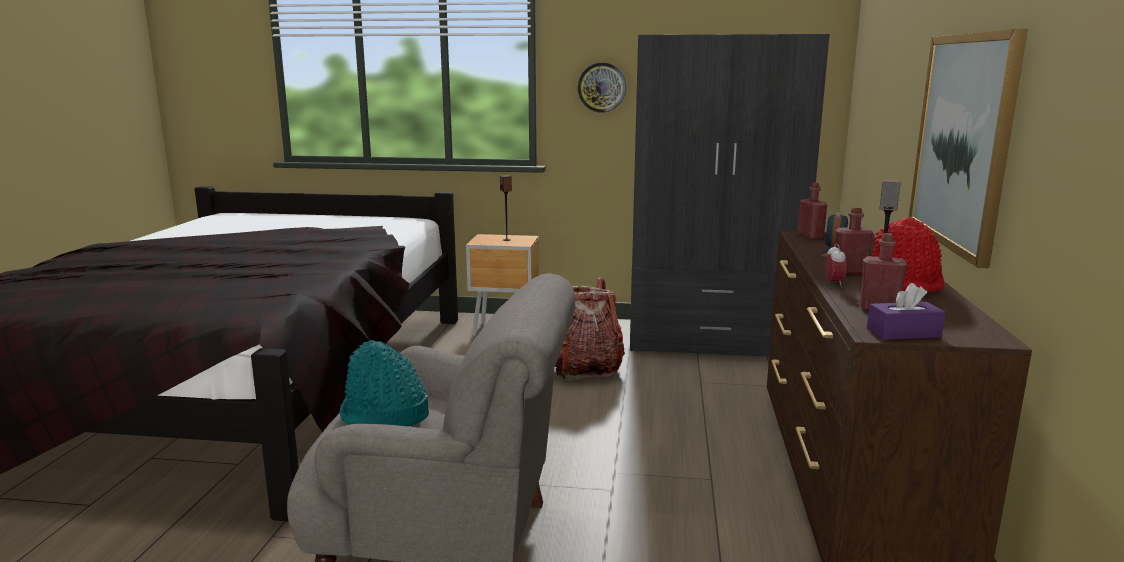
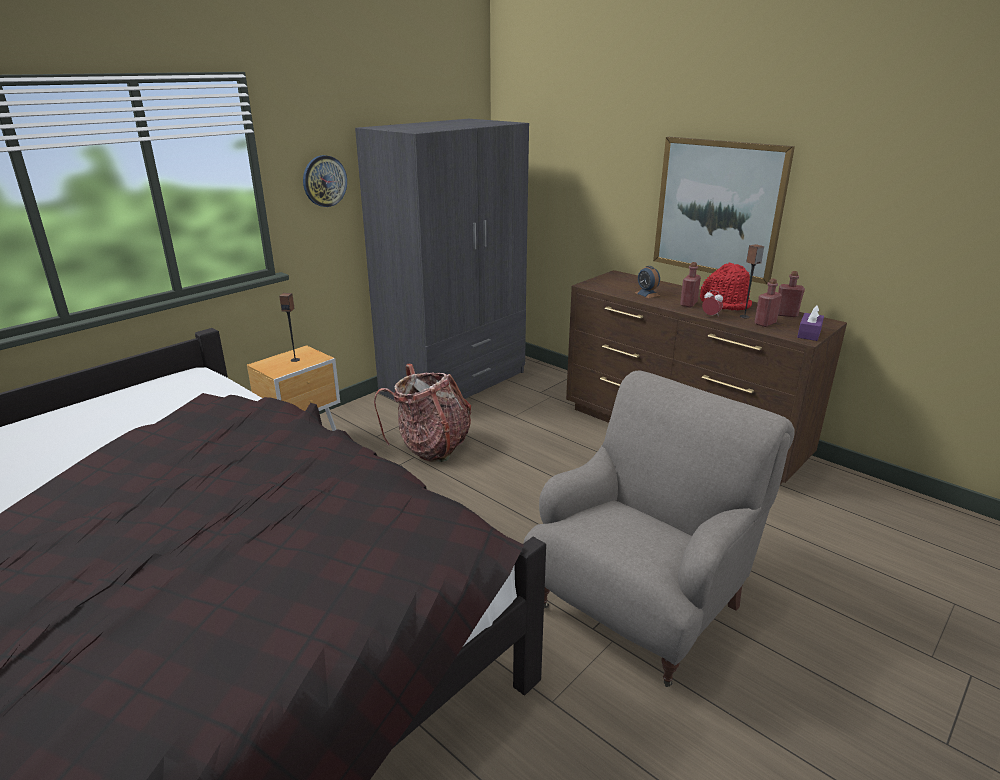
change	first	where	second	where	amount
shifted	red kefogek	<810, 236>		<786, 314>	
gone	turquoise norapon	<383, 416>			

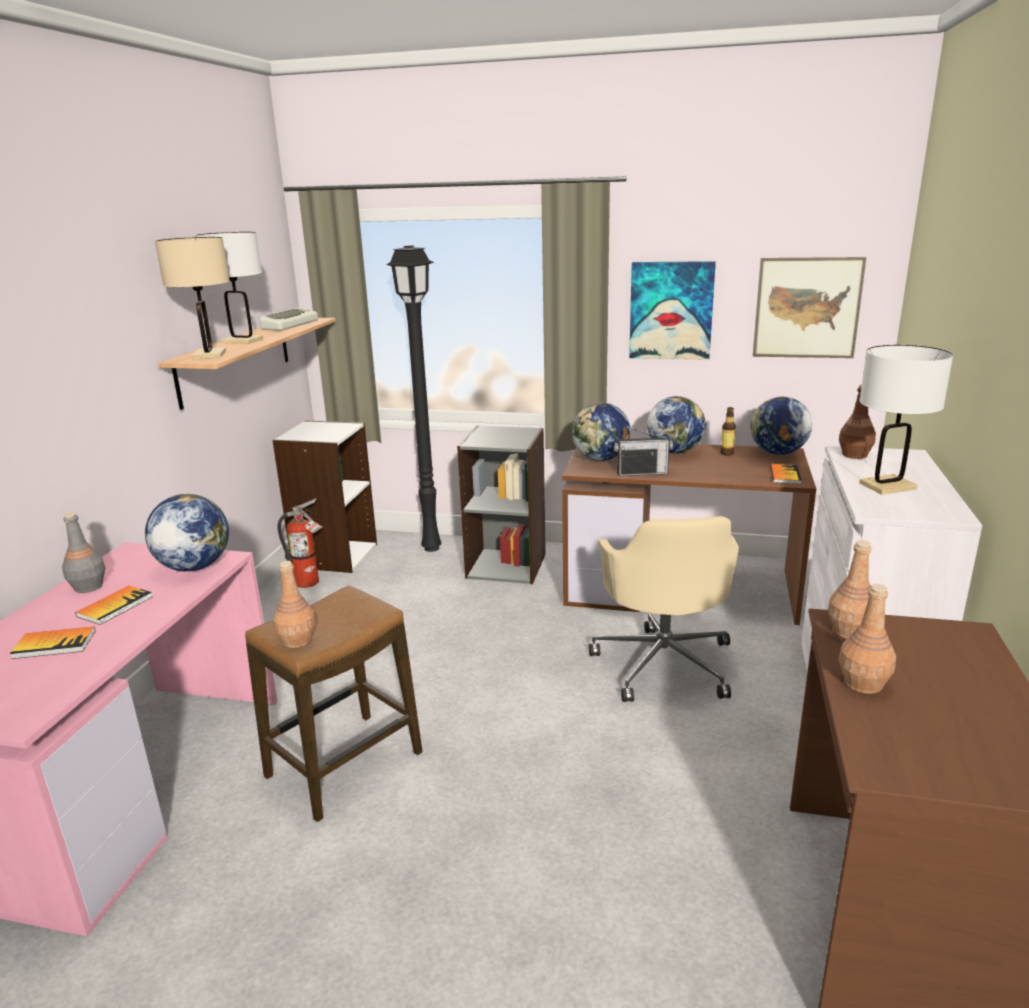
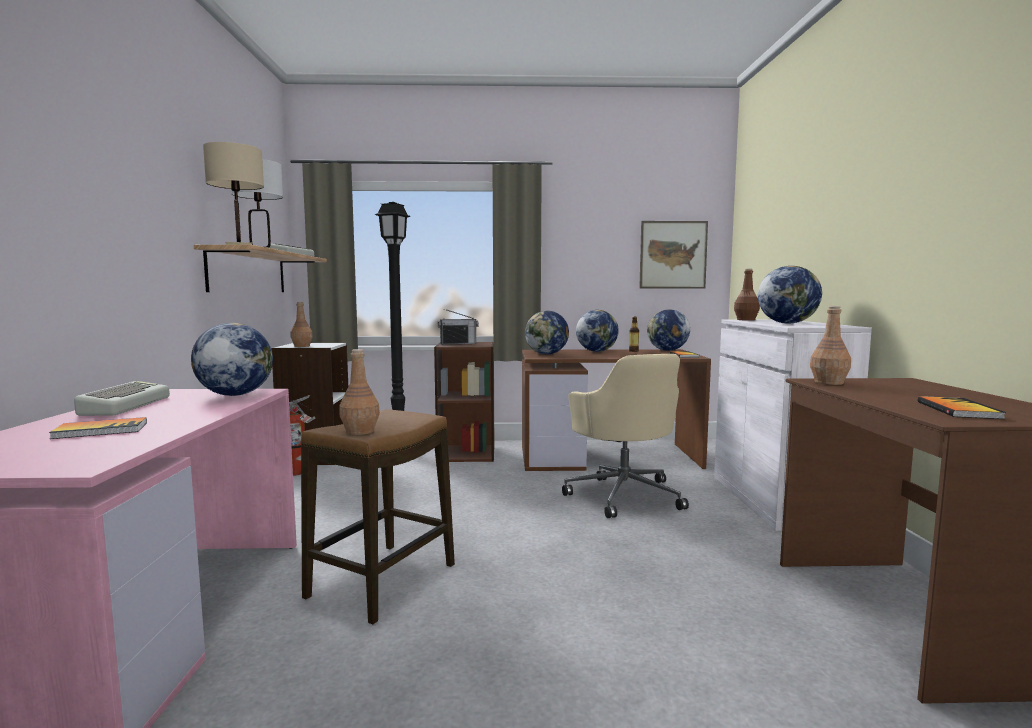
change	first	where	second	where	amount
gone	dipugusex	<671, 310>			
swapped	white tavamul	<887, 486>	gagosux	<787, 323>	
repainted	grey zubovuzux	<506, 565>	brown zubovuzux	<467, 453>	
shifted	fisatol	<642, 473>		<458, 344>	
swapped	grey kefogek	<88, 586>	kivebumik	<124, 406>	
shifted	brown kefogek	<862, 683>		<302, 346>	
shifted	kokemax	<115, 606>		<958, 410>	

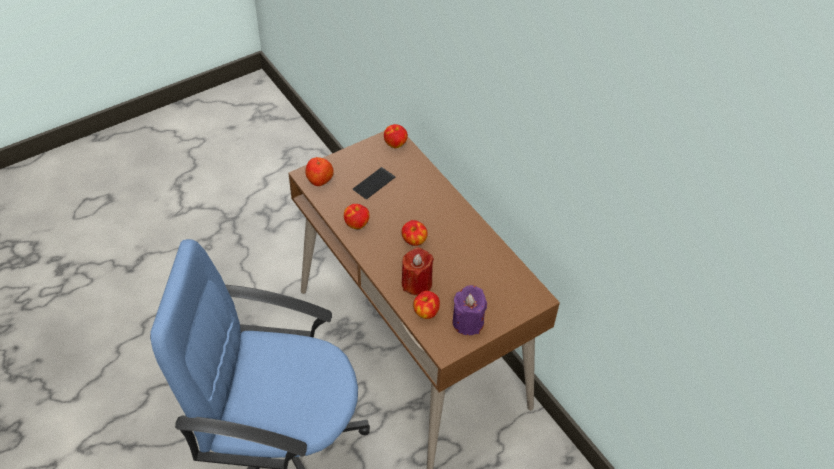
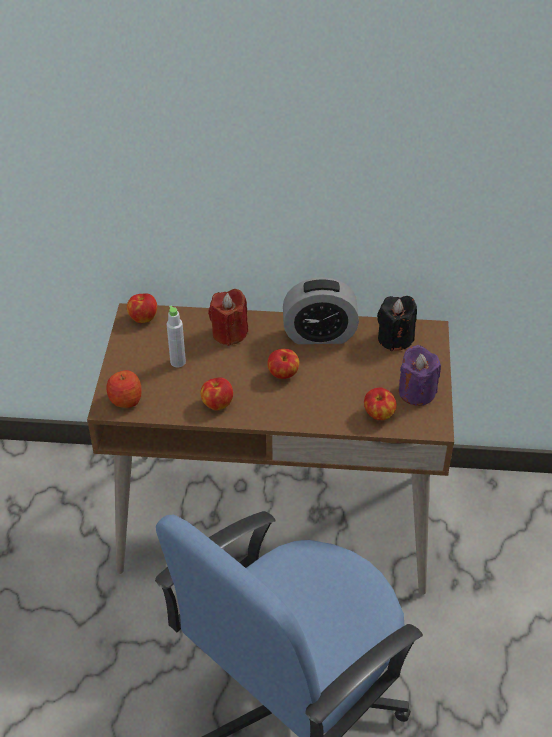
change	first	where	second	where	amount
swapped	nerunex	<374, 183>	grey kefogek	<178, 362>	
shifted	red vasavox	<416, 283>		<229, 333>	
new			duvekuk	<319, 335>	
new			black vasavox	<395, 339>	

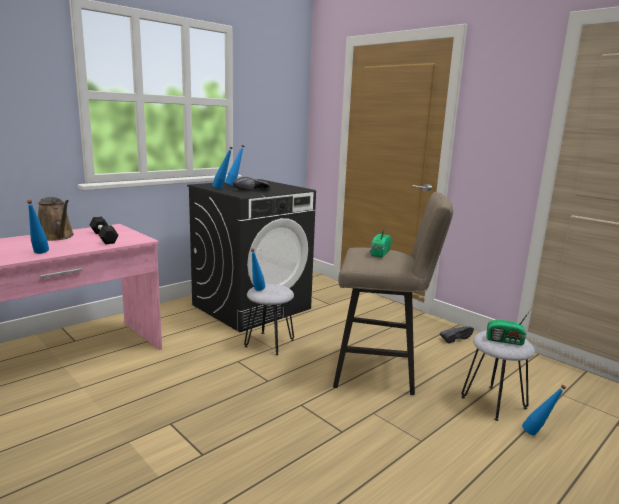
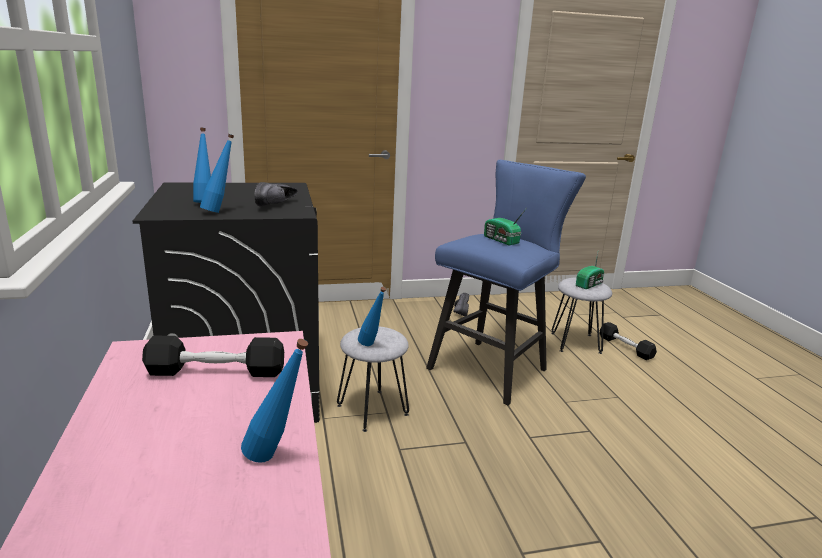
change	first	where	second	where	amount
repainted	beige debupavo	<382, 371>	blue debupavo	<493, 367>	
gone	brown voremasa	<56, 237>			
swapped	blue kefogek	<538, 434>	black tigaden	<625, 347>	

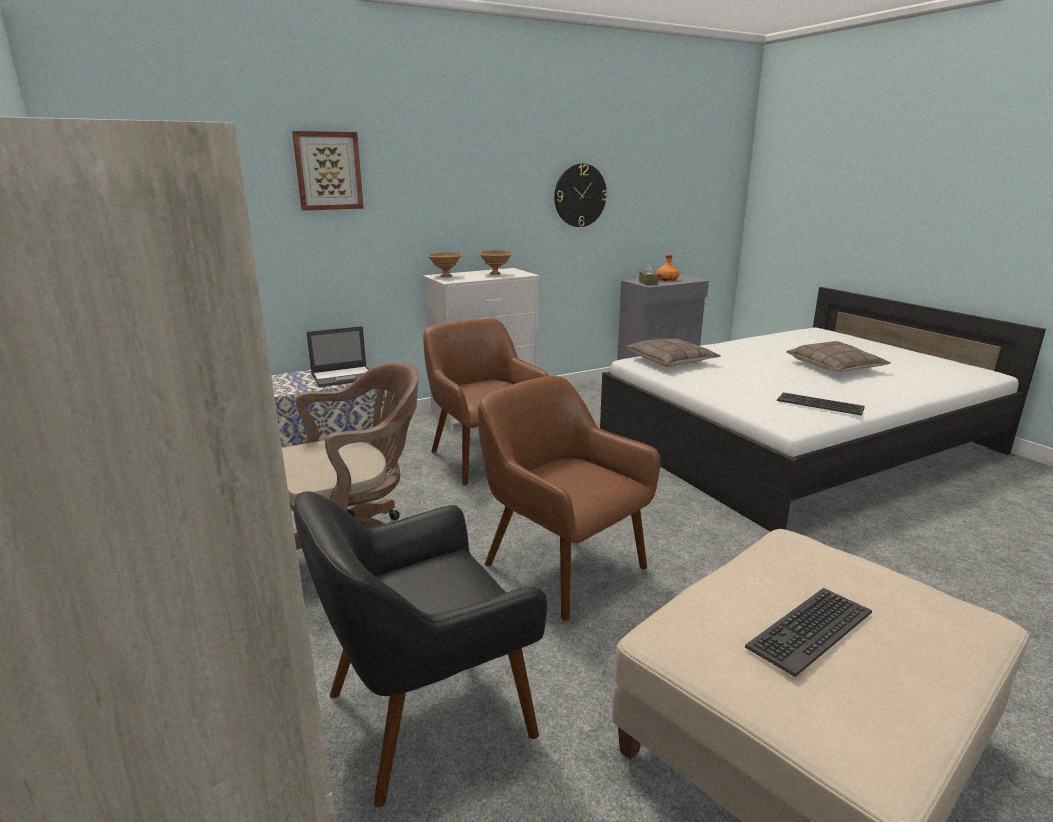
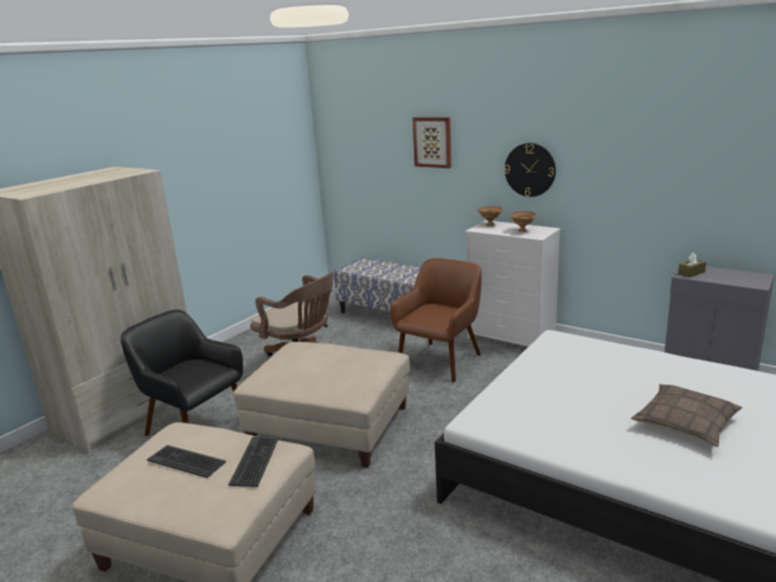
change	first	where	second	where	amount
shifted	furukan	<580, 195>		<530, 170>	
gone	orange kefogek	<667, 280>			
gone	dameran	<344, 377>			
gone	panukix	<671, 361>			
swapped	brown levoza	<562, 566>	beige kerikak	<330, 425>	
shifted	kivebumik	<820, 404>		<255, 461>	

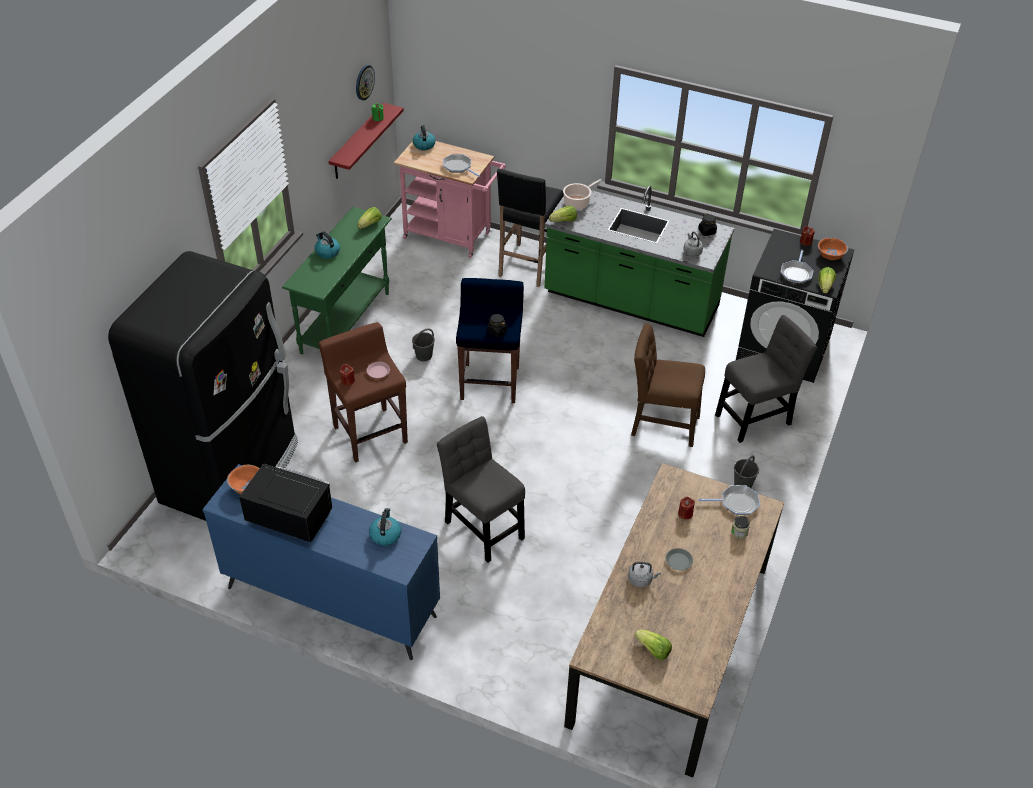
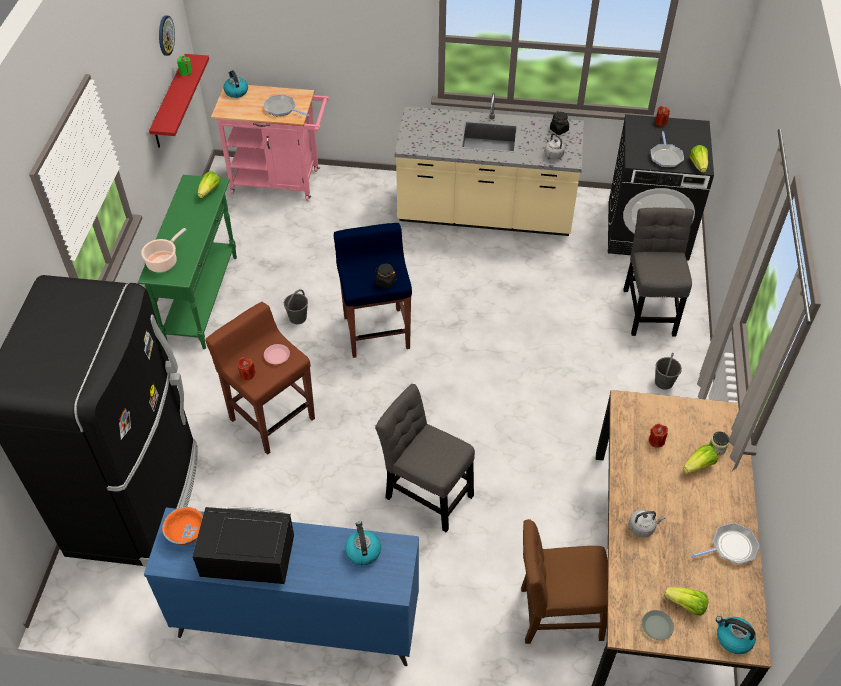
change	first	where	second	where	amount
gone	black debupavo	<528, 266>			
shifted	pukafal	<578, 203>		<163, 262>	
repainted	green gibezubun	<631, 302>	beige gibezubun	<485, 214>	
shifted	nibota	<564, 221>		<699, 465>	
shifted	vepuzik	<327, 252>		<733, 638>	
gone	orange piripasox	<831, 255>			
rotated	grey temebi	<756, 417>		<649, 309>	45 degrees counterclockwise
shifted	brown temebi	<661, 424>		<556, 614>	
shifted	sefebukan	<736, 503>		<731, 547>	
shifted	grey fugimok	<679, 561>		<657, 626>	

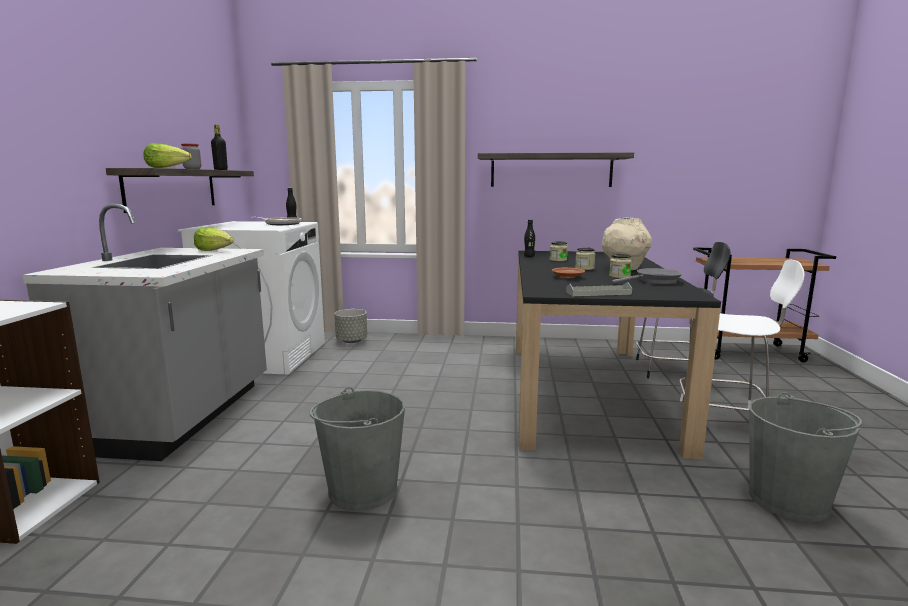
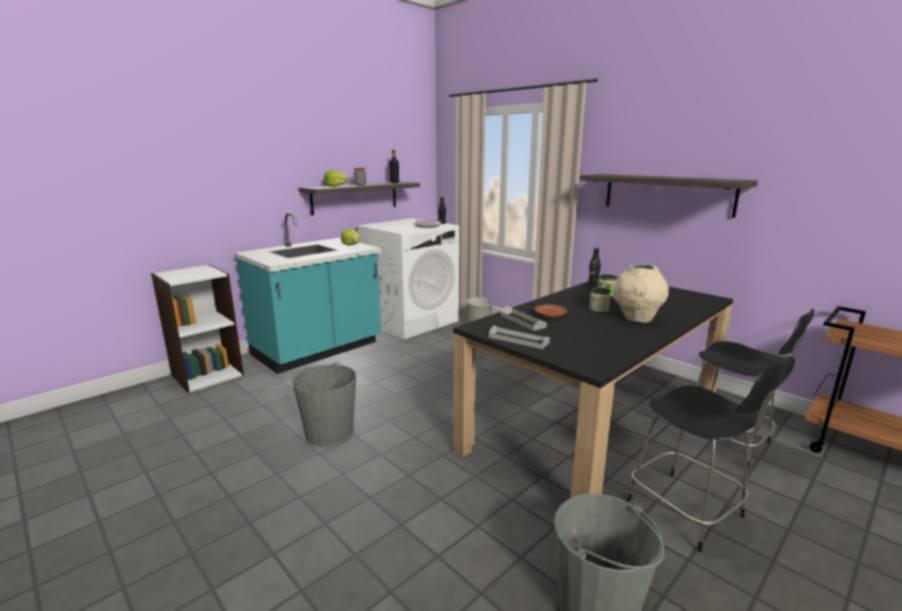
change	first	where	second	where	amount
repainted	grey gibezubun	<181, 416>	turquoise gibezubun	<318, 350>	
gone	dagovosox	<619, 276>			
repainted	white temebi	<724, 418>	black temebi	<688, 512>	
gone	grey sefebukan	<655, 281>			
new			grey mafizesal	<522, 321>	

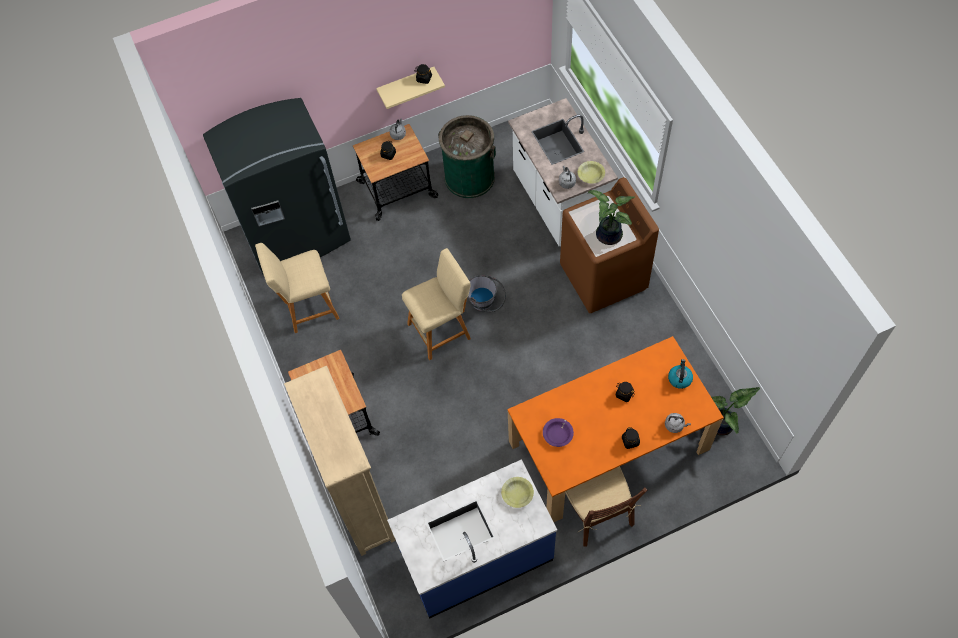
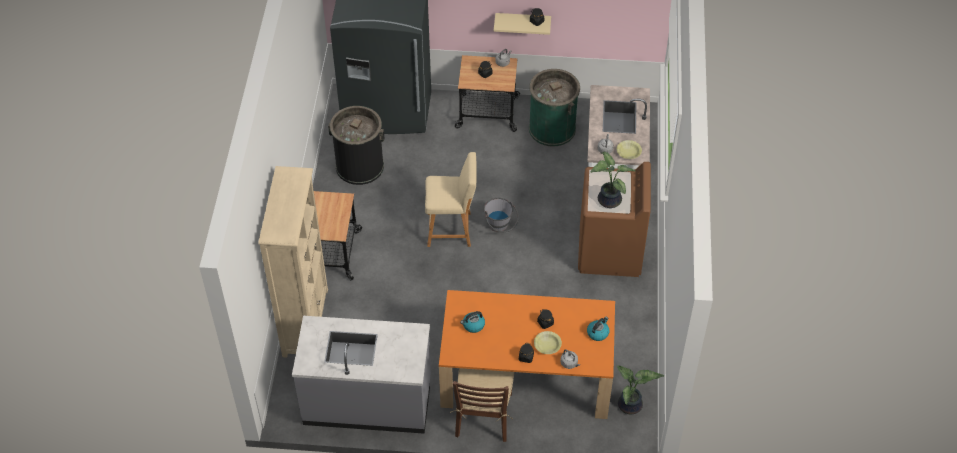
change	first	where	second	where	amount
swapped	beige debupavo	<307, 307>	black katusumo	<359, 166>	
swapped	purple piripasox	<558, 434>	vepuzik	<473, 325>	
repainted	blue gibezubun	<476, 556>	grey gibezubun	<367, 400>	
shifted	yellow piripasox	<517, 494>		<547, 345>	

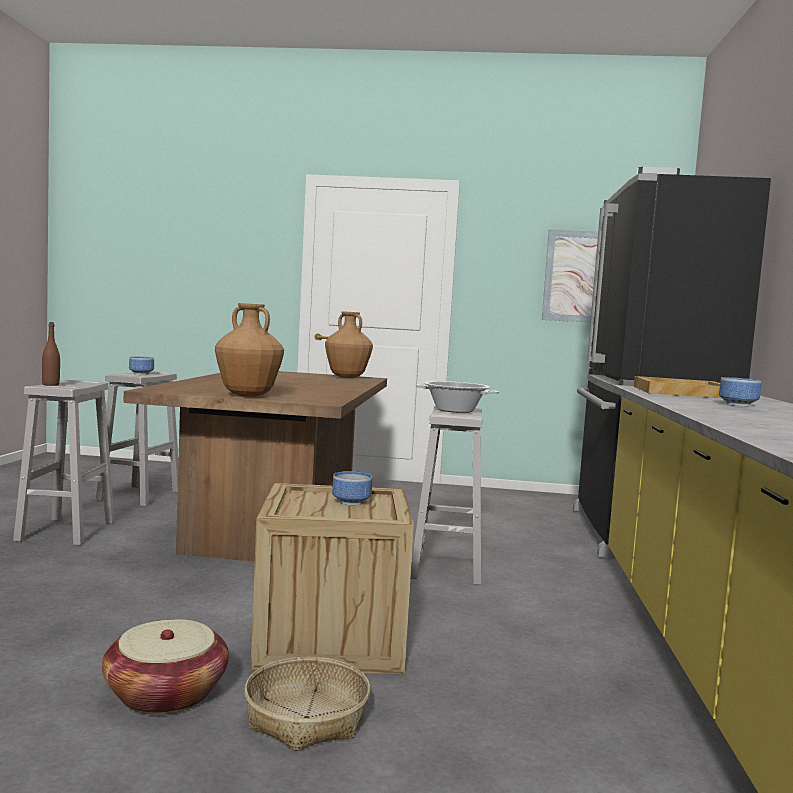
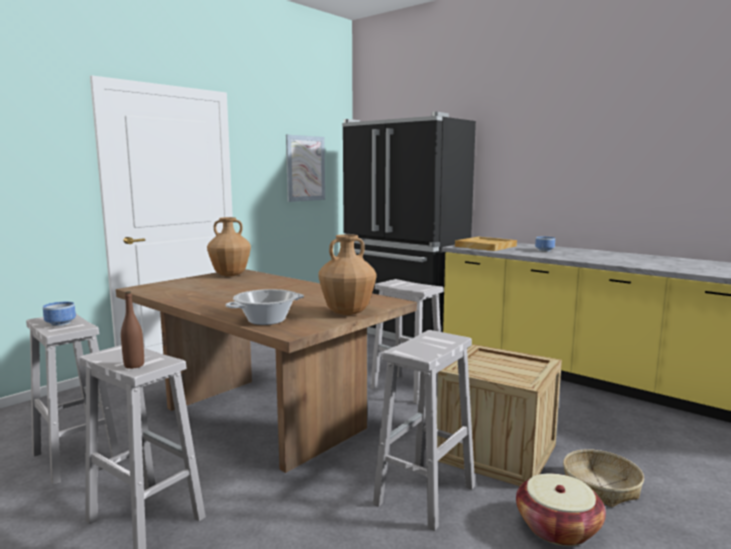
change	first	where	second	where	amount
shifted	pukafal	<455, 410>		<267, 320>	
gone	piripasox	<352, 502>			
new			white debupavo	<424, 496>	

